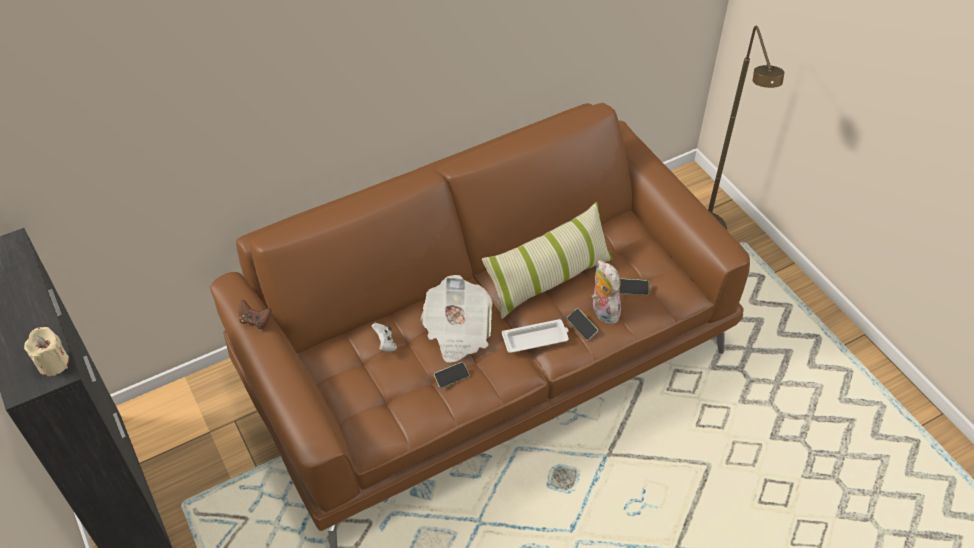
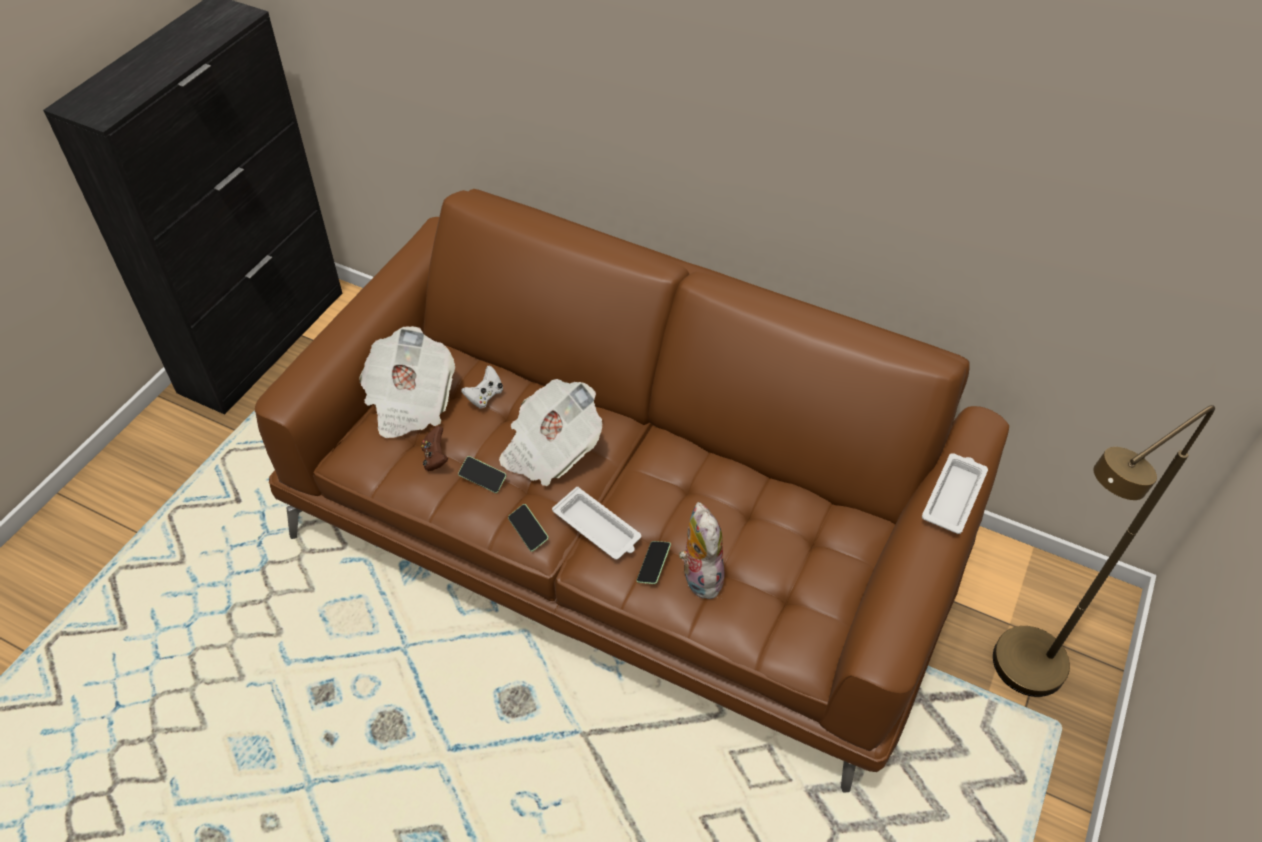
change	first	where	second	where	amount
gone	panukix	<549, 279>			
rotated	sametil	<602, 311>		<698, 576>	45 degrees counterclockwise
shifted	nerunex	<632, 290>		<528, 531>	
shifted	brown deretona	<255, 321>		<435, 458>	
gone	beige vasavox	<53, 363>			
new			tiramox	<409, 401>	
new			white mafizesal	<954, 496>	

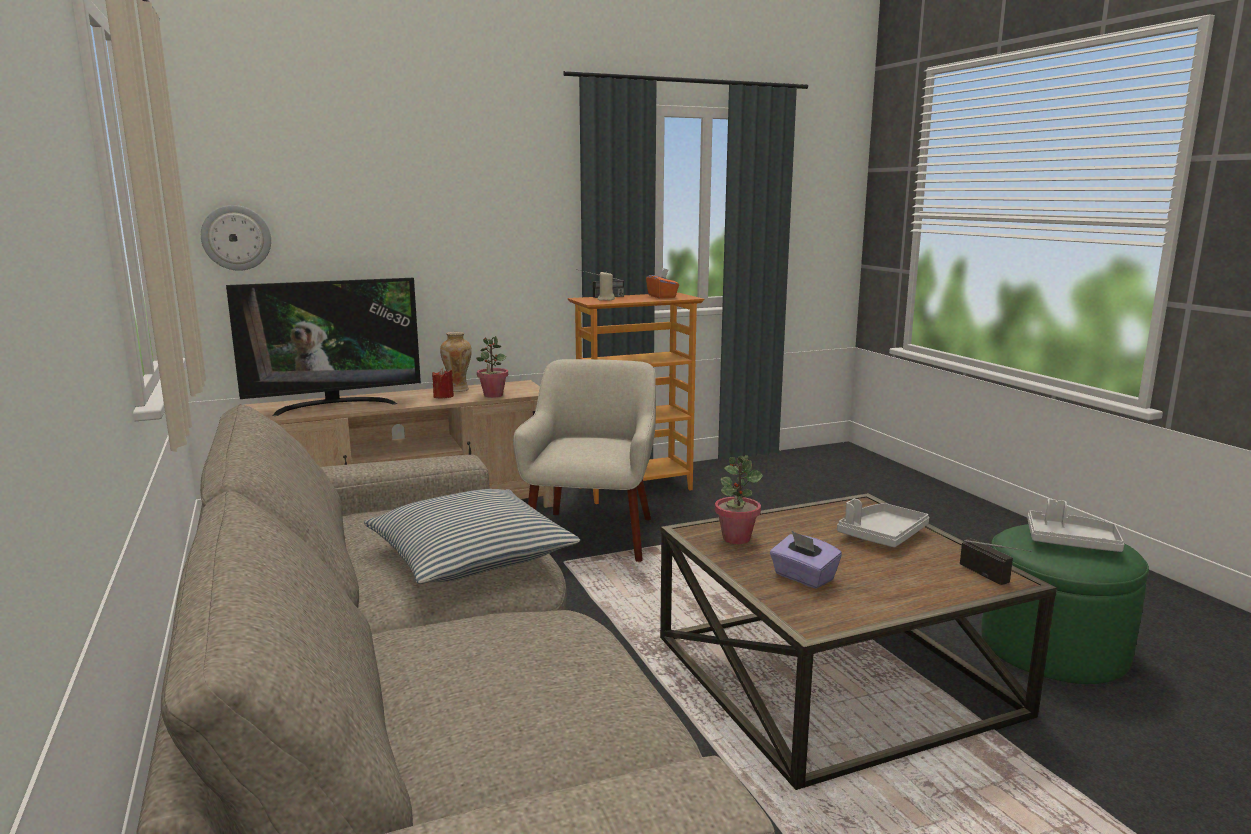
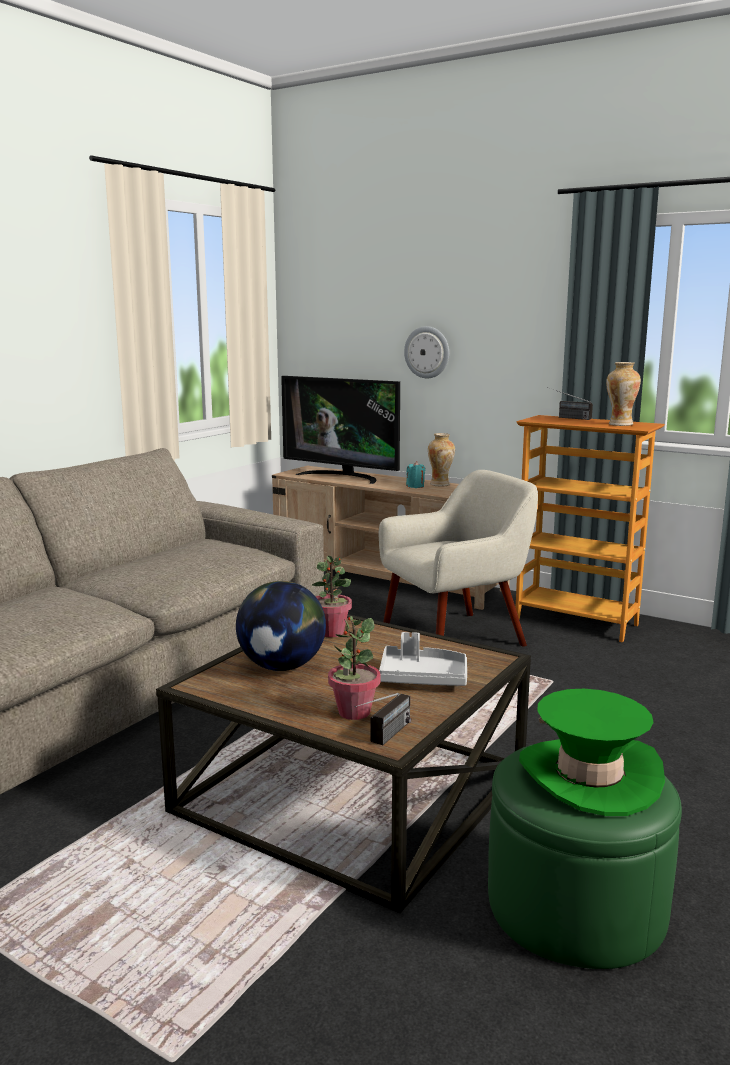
change	first	where	second	where	amount
shifted	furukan	<236, 238>		<427, 352>	
swapped	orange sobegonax	<662, 296>	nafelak	<620, 424>	
gone	beige vasavox	<606, 299>			
shifted	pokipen	<493, 395>		<354, 712>	
repainted	red vasavox	<443, 396>	turquoise vasavox	<415, 486>	
gone	panukix	<470, 555>			
swapped	grey mafizesal	<1070, 542>	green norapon	<589, 776>	
swapped	purple sobegonax	<803, 577>	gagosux	<282, 667>	

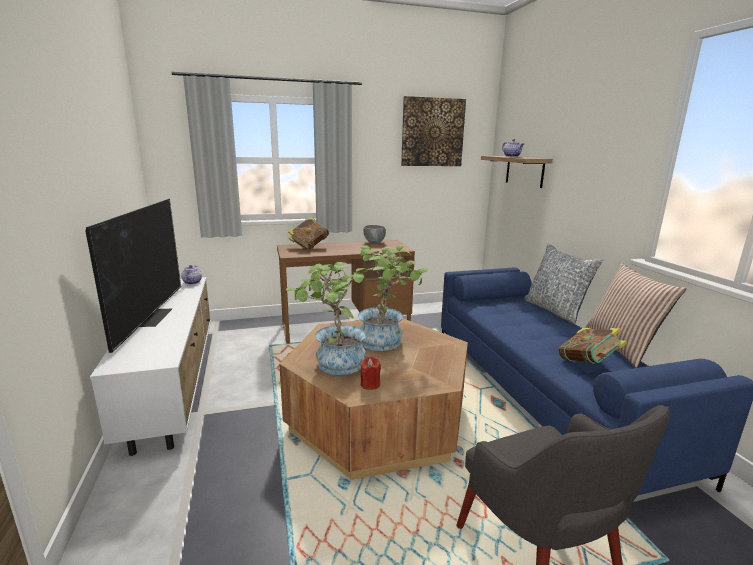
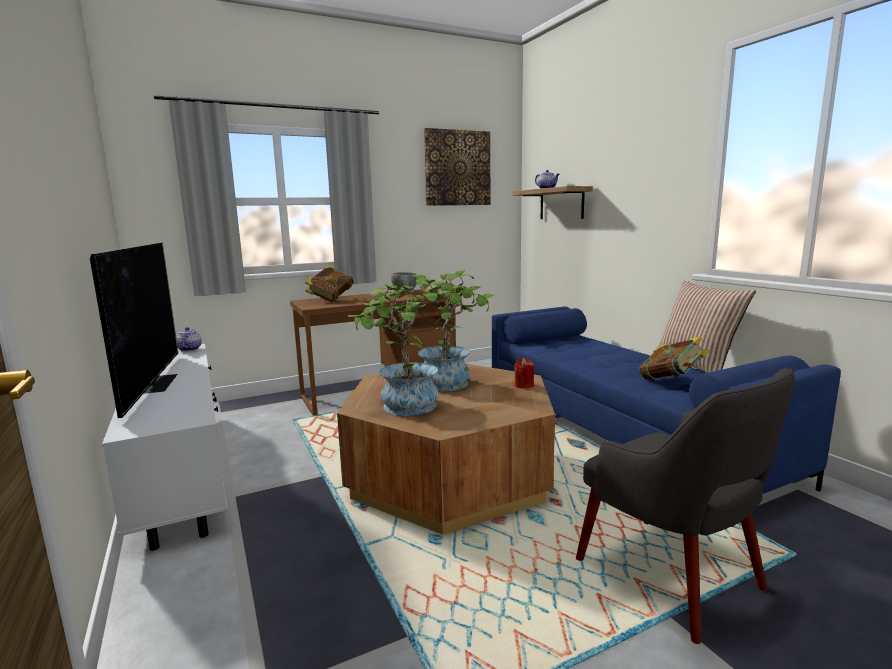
change	first	where	second	where	amount
gone	panukix	<555, 310>			
shifted	red vasavox	<370, 384>		<524, 385>	

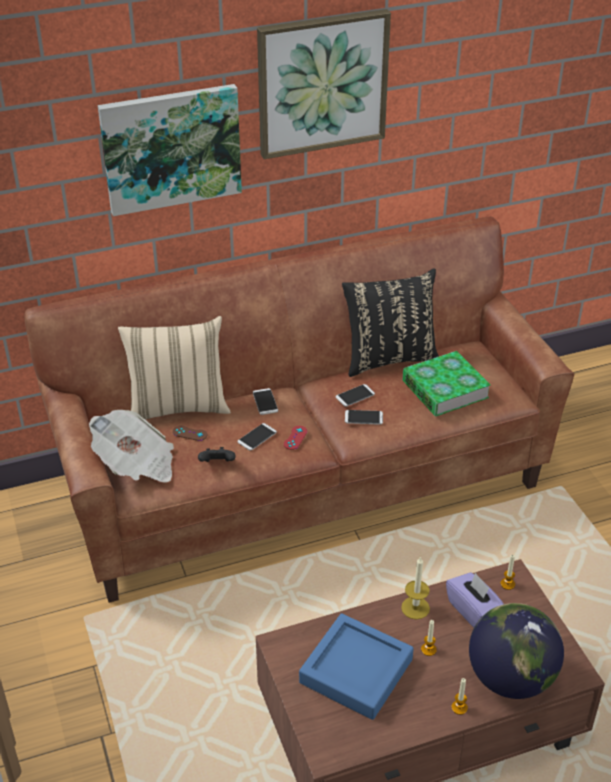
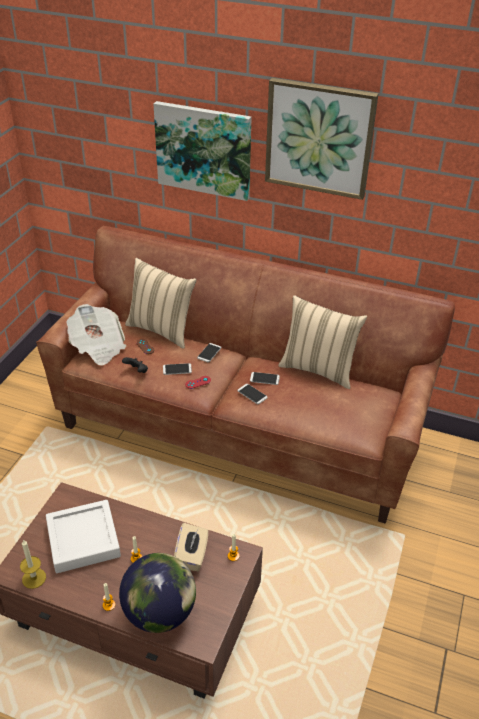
change	first	where	second	where	amount
repainted	black panukix	<389, 358>	beige panukix	<318, 369>	
gone	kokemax	<445, 389>			
shifted	vasavox	<415, 608>		<34, 578>	
repainted	purple sobegonax	<473, 610>	beige sobegonax	<192, 556>	
repainted	blue mafizesal	<356, 671>	white mafizesal	<83, 540>	

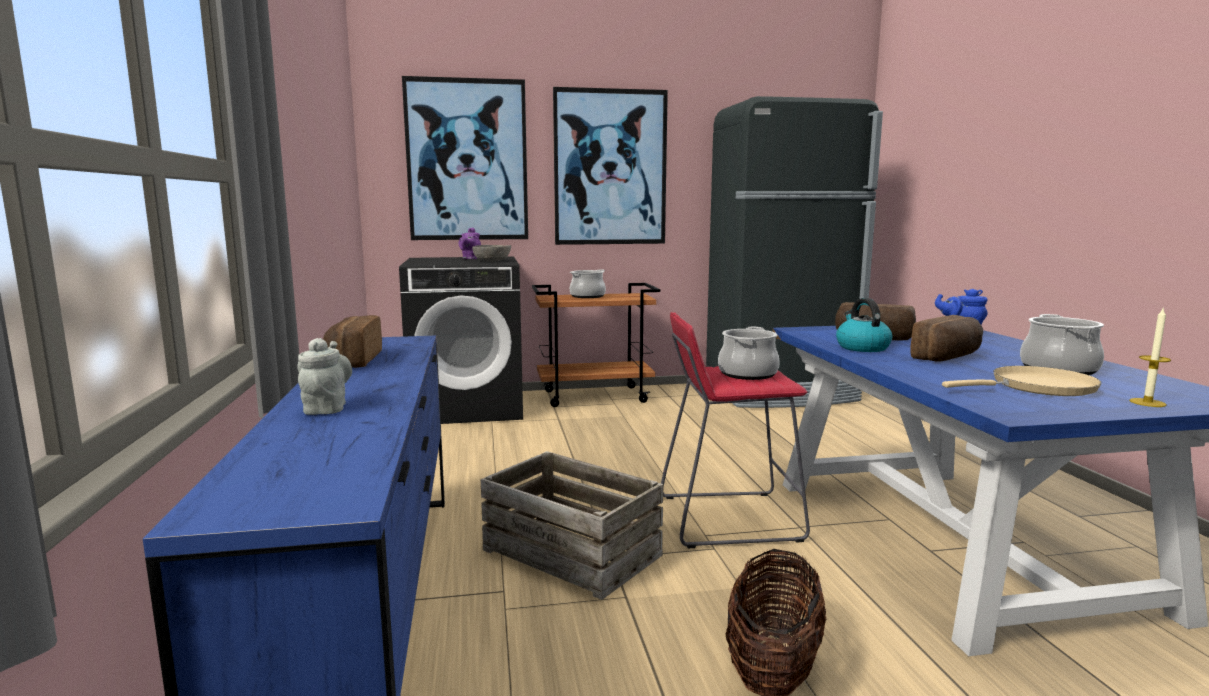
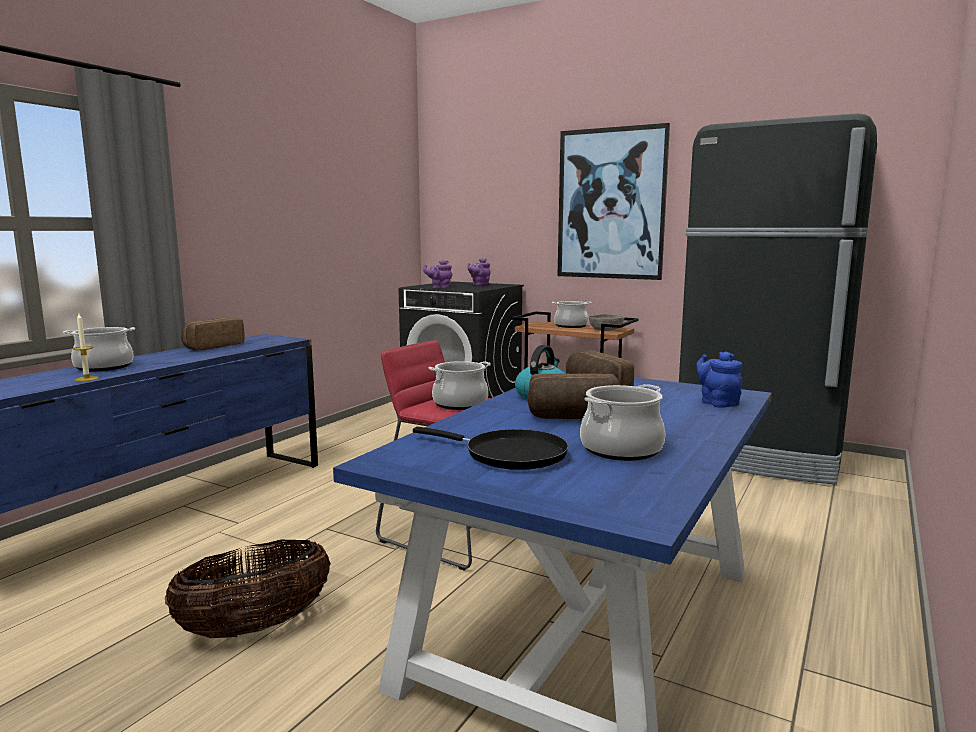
change	first	where	second	where	amount
gone	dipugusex	<467, 160>			
shifted	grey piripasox	<492, 261>		<606, 330>	
shifted	vasavox	<1147, 402>		<86, 379>	
swapped	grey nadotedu	<326, 408>	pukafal	<104, 367>	
repainted	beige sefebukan	<1037, 387>	black sefebukan	<509, 454>	
gone	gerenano	<570, 553>			
new			purple nadotedu	<439, 287>	

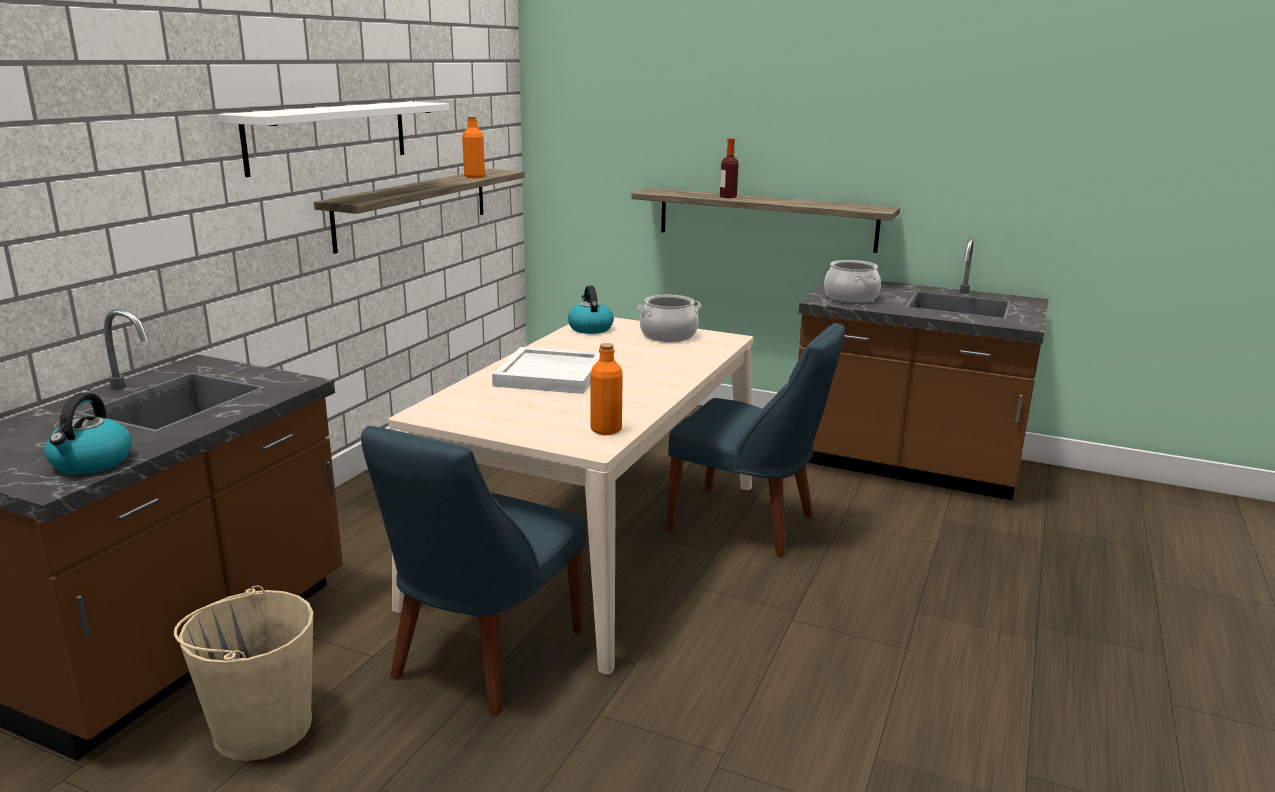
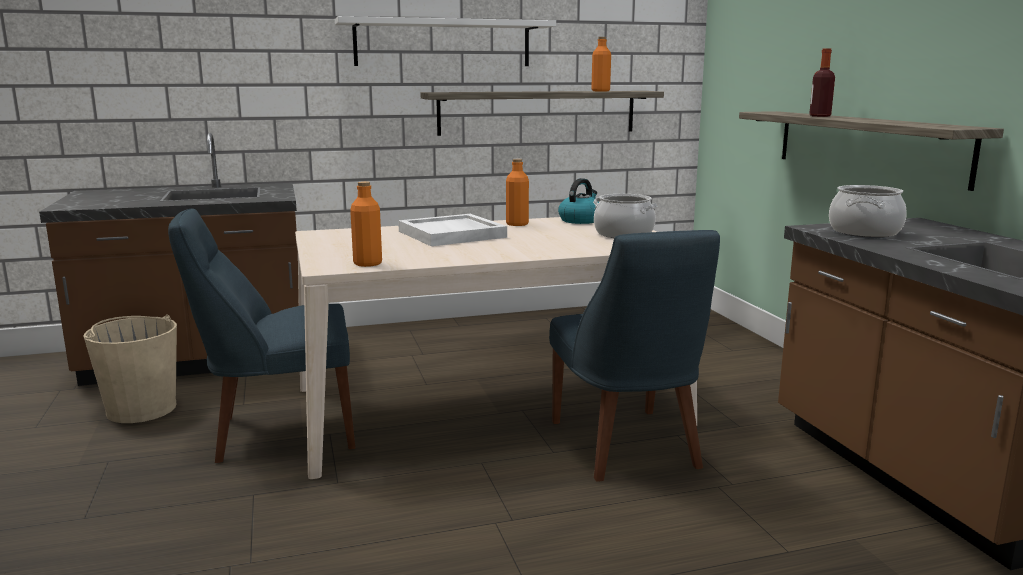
change	first	where	second	where	amount
gone	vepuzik	<91, 463>			
new			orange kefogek	<517, 224>	

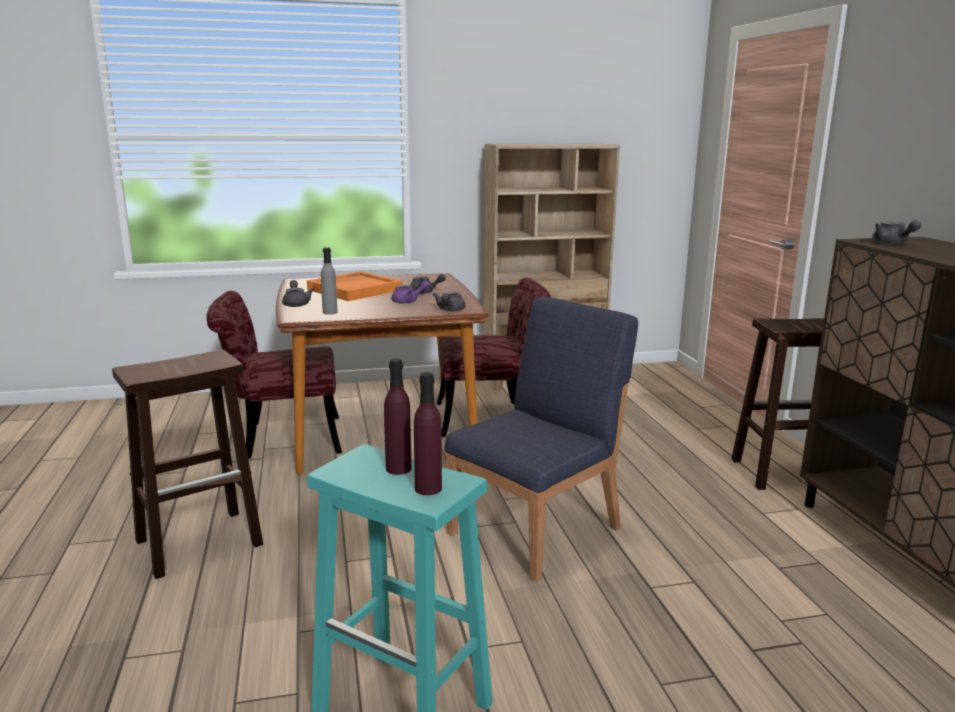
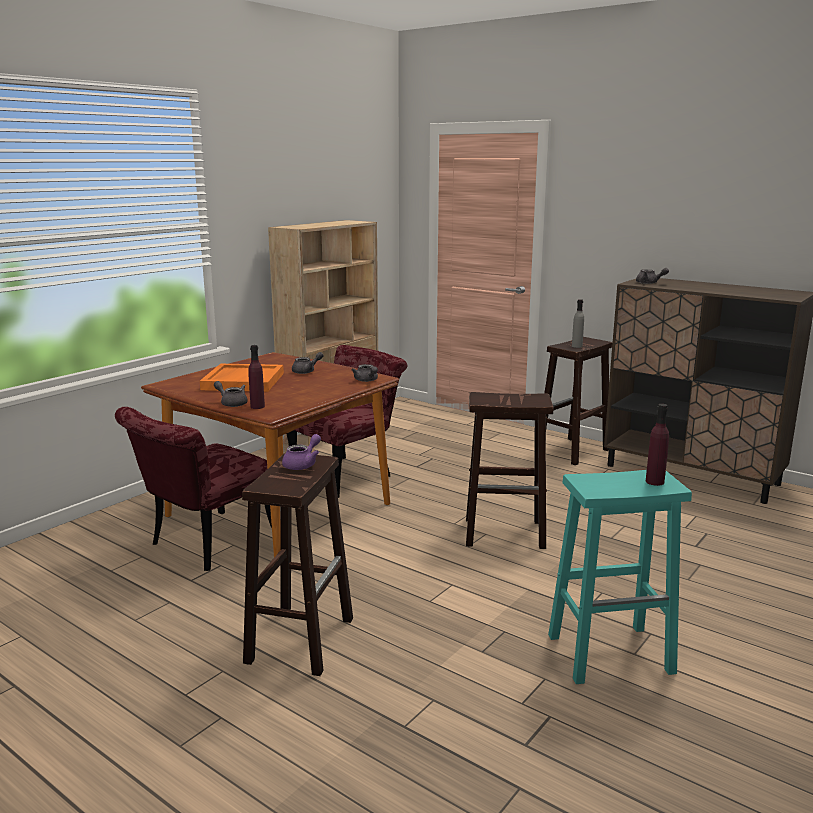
change	first	where	second	where	amount
shifted	grey kefogek	<330, 312>		<577, 346>	
shifted	purple nadotedu	<409, 301>		<303, 464>	
swapped	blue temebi	<537, 530>	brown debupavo	<506, 533>	
shifted	purple kefogek	<398, 468>		<257, 406>	

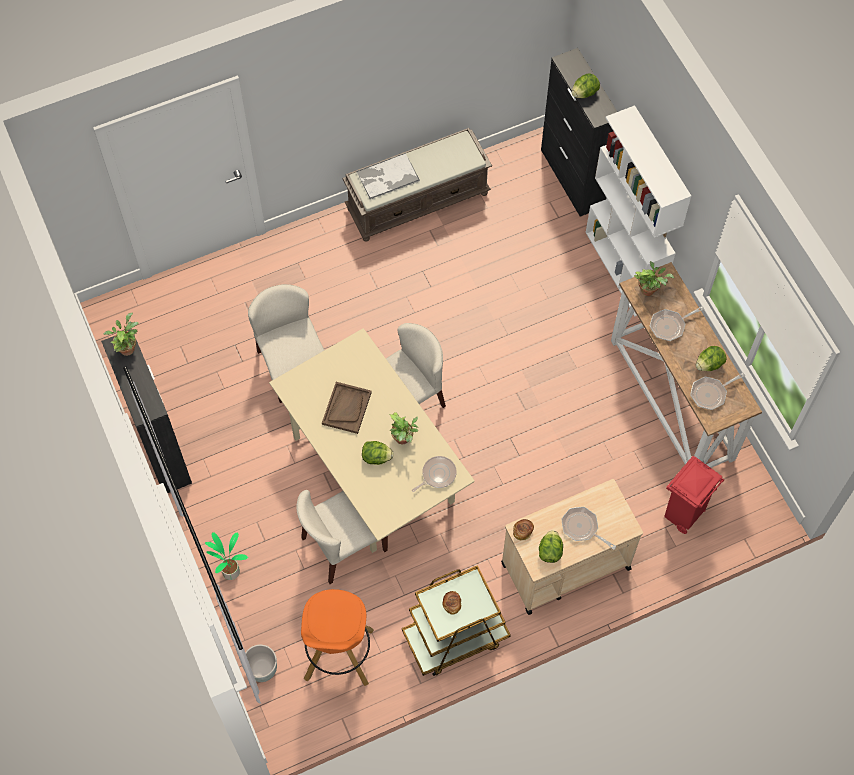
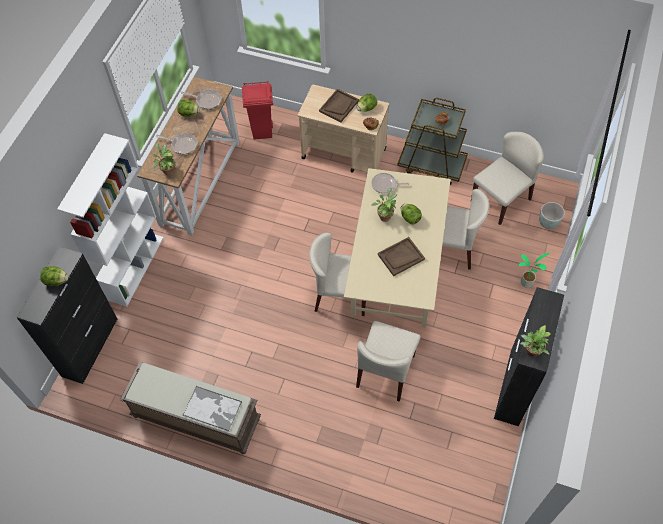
change	first	where	second	where	amount
swapped	sefebukan	<582, 528>	brown mafizesal	<339, 106>	
swapped	orange debupavo	<339, 656>	beige temebi	<501, 199>	

